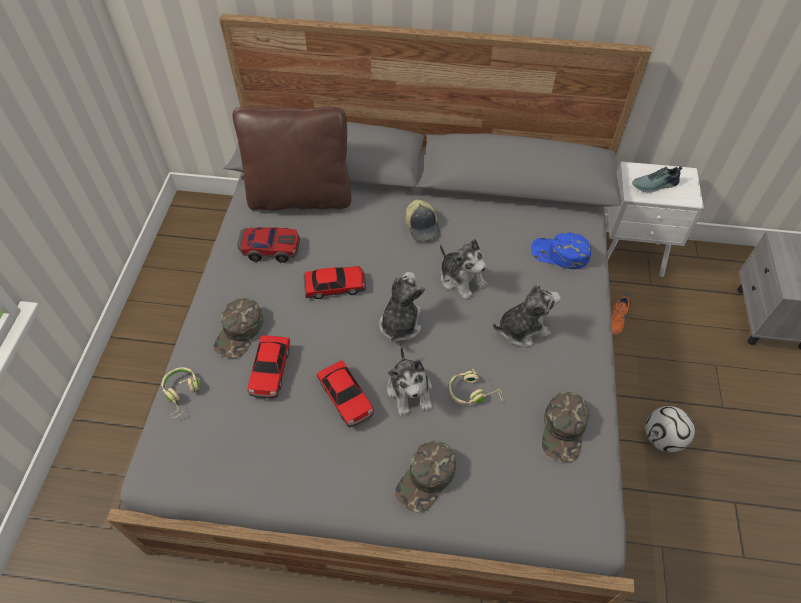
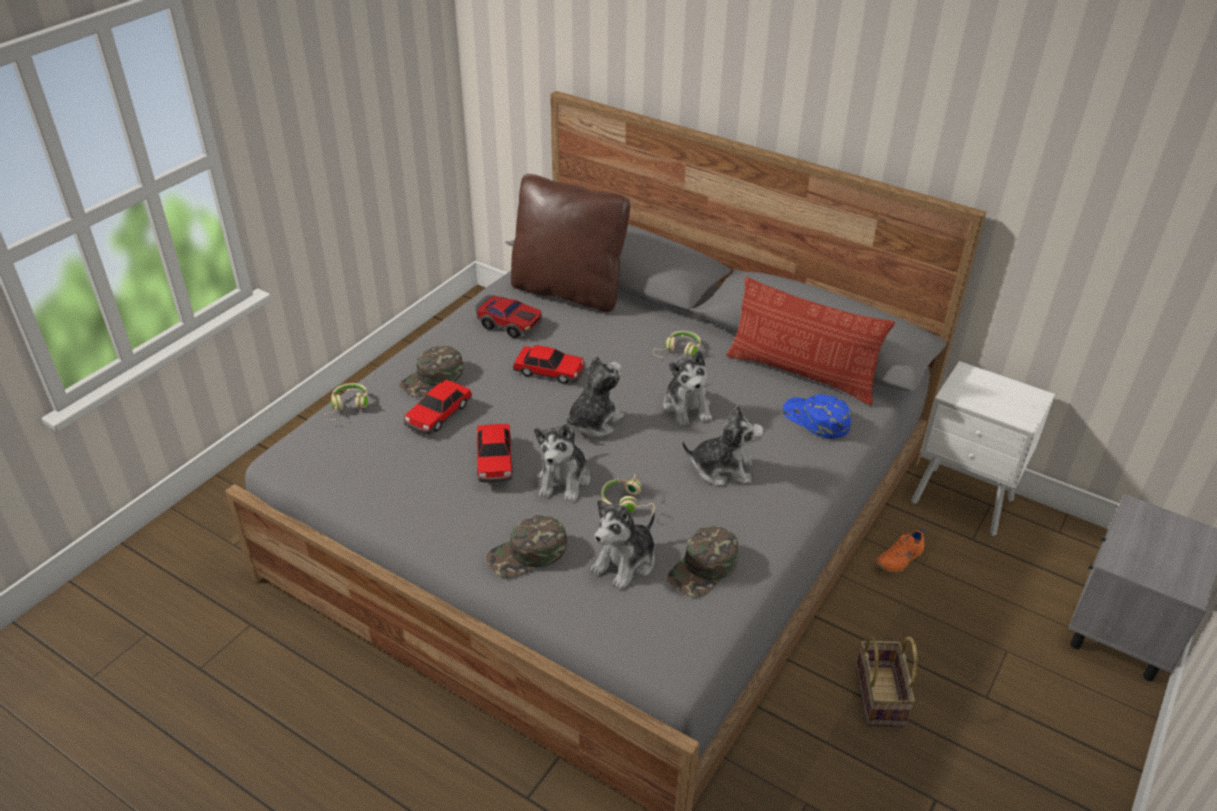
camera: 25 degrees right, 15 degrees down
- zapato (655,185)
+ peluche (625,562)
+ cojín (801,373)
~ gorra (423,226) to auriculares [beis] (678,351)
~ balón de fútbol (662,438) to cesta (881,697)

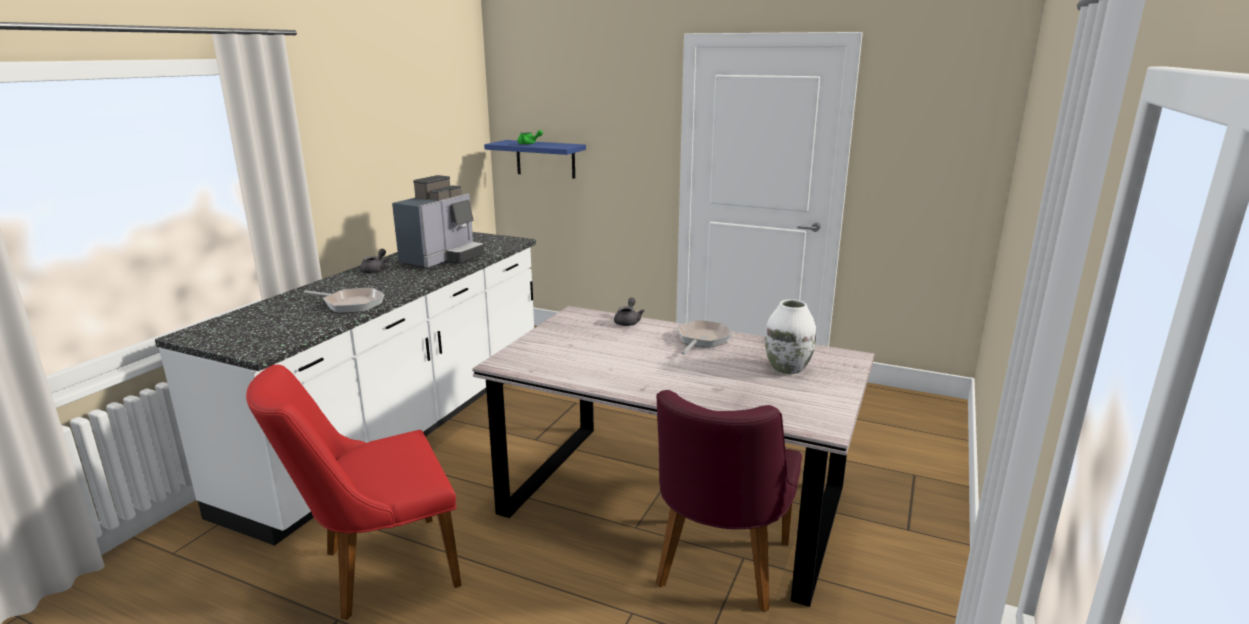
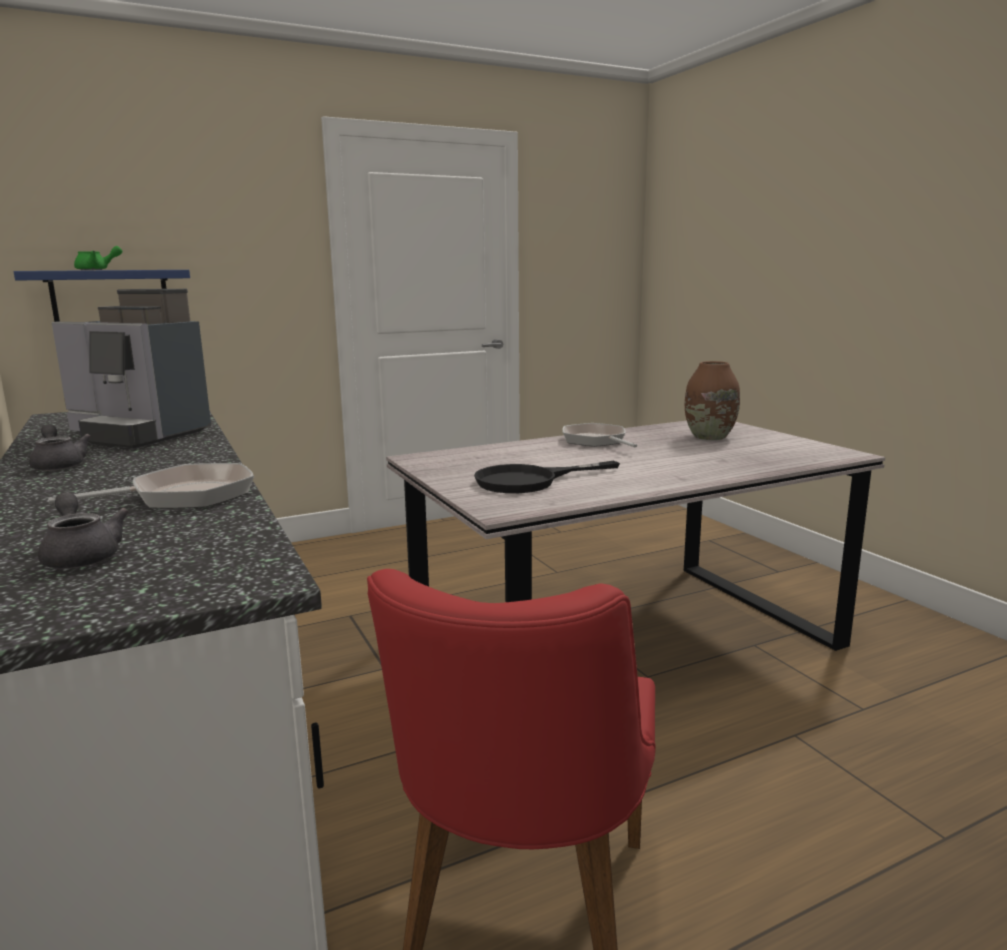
camera: 50 degrees left, 5 degrees down
- silla [morado] (718,571)
+ sartén [negro] (529,481)
~ tetera [gris] (628,321) to (82,556)
~ florero [blanco] (787,368) to florero [marrón] (709,437)
~ cafetera (443,259) = (139,435) 135 degrees clockwise

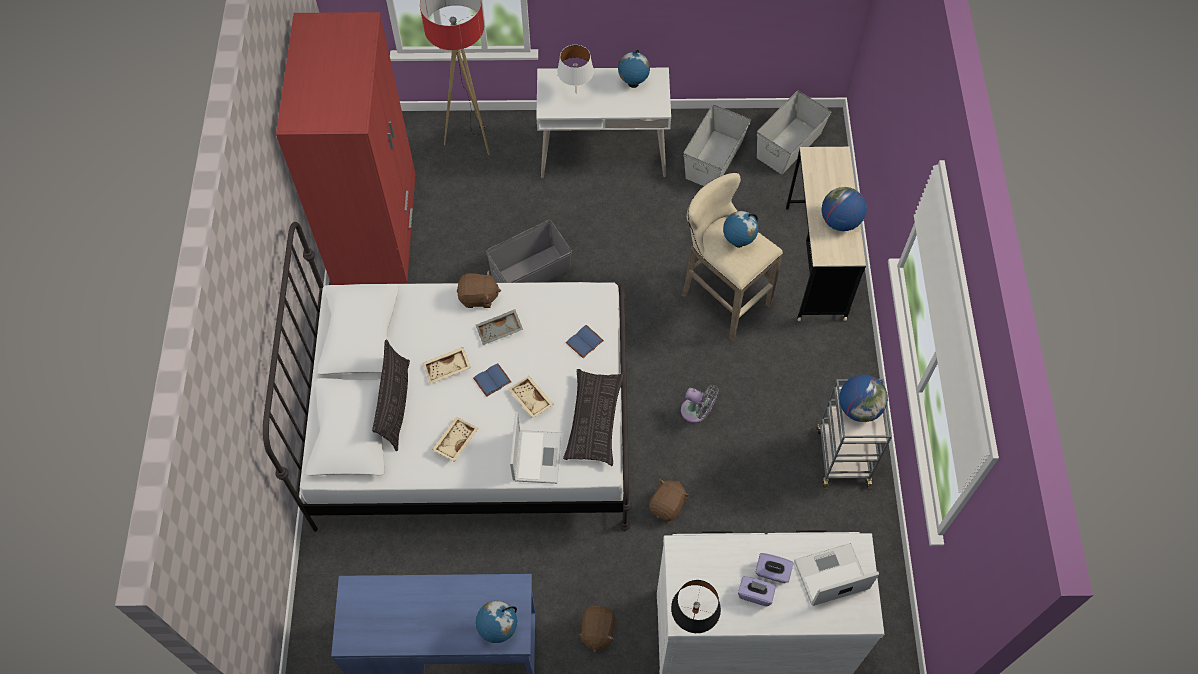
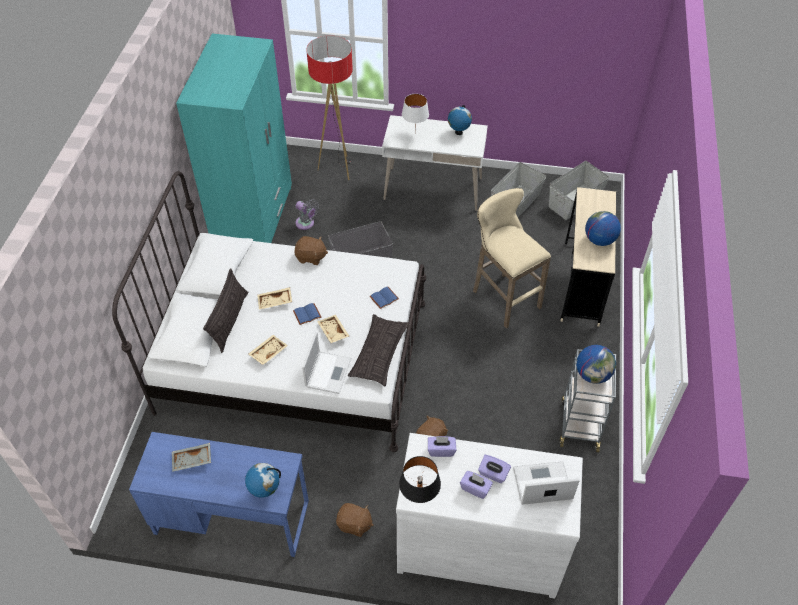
camera: 10 degrees right, 10 degrees down
- globo terráqueo (738,242)
+ caja de pañuelos [morado] (441,450)
~ bandeja [gris] (499,331) to (192,460)
~ ventilador [gris] (697,412) to (306,224)
~ armario ropero [rojo] (376,231) to armario ropero [turquesa] (254,218)
~ peluche [marrón] (597,631) = (354,524) 90 degrees counterclockwise

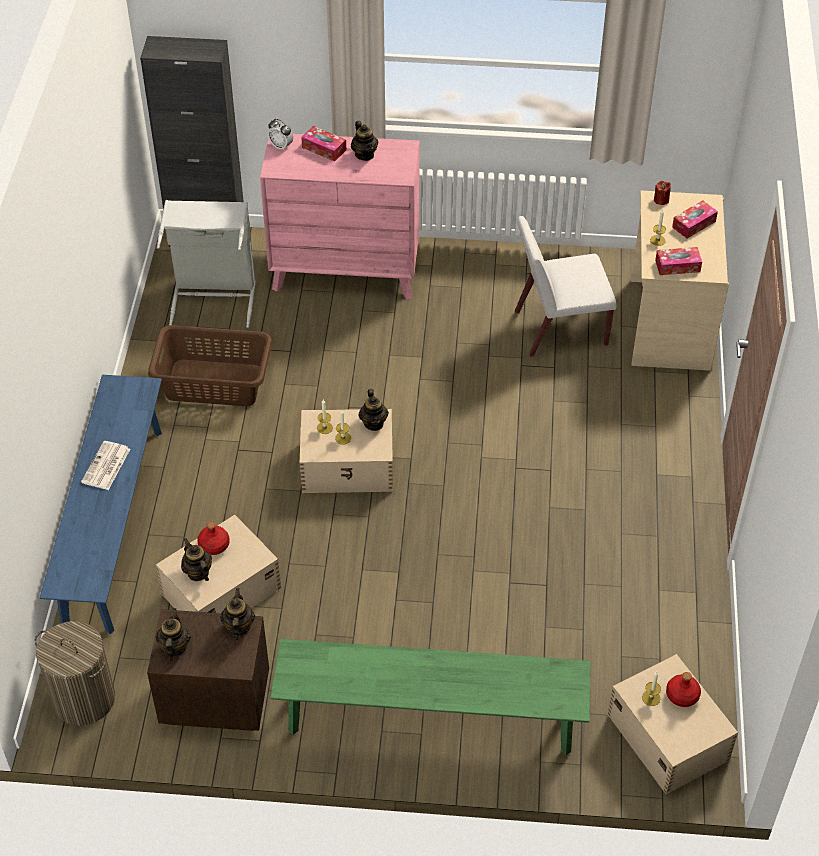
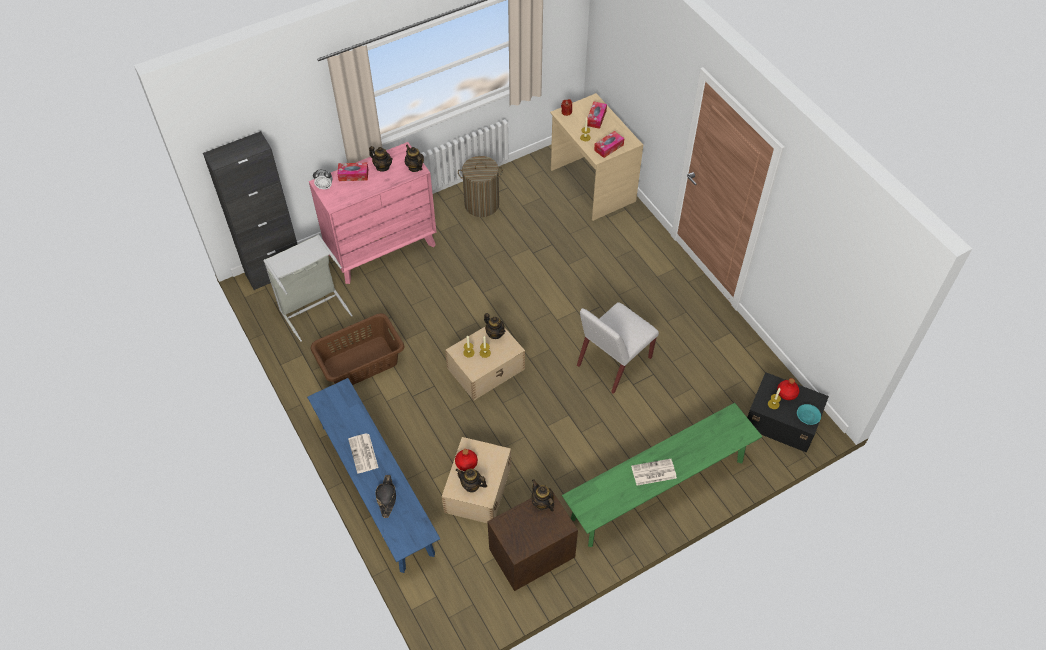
camera: 35 degrees left, 5 degrees up
+ sombrero [negro] (387,497)
+ periódico (653,472)
+ cuenco [turquesa] (807,416)
~ cesto de la ropa (83,699) to (481,204)
~ tetera (174,647) to (415,167)
~ silla [blanco] (559,328) to (613,362)
~ caja de almacenaje [beis] (667,736) to caja de almacenaje [negro] (781,420)

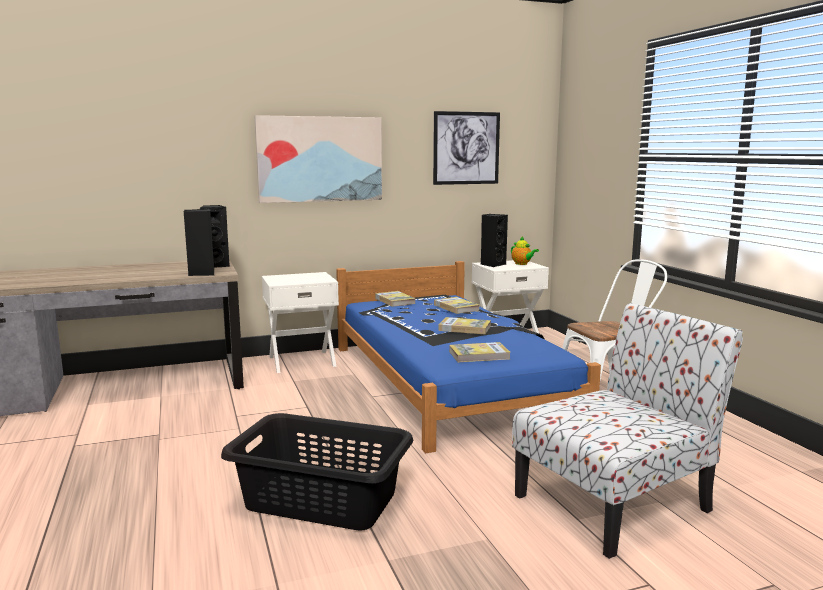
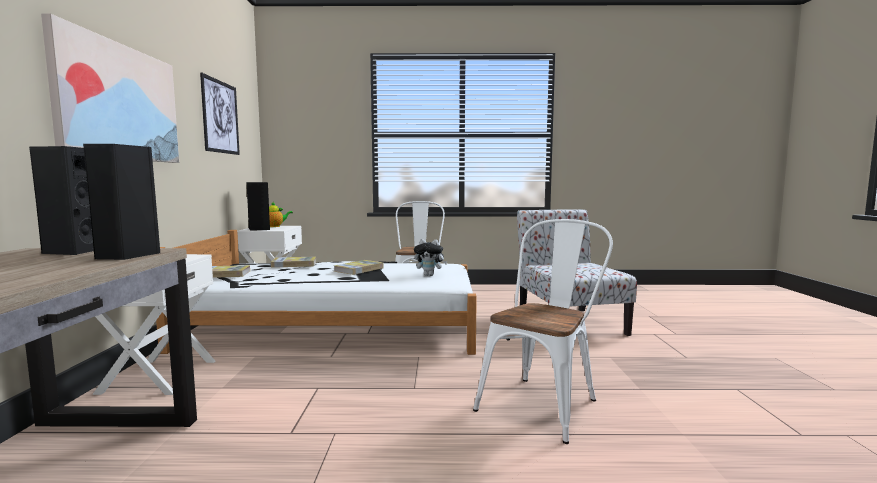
camera: 70 degrees left, 5 degrees down
~ cesto de la ropa [negro] (321,500) to silla [blanco] (544,402)
~ libro (479,355) to peluche (430,275)
~ cama [azul] (447,381) to cama [blanco] (336,327)

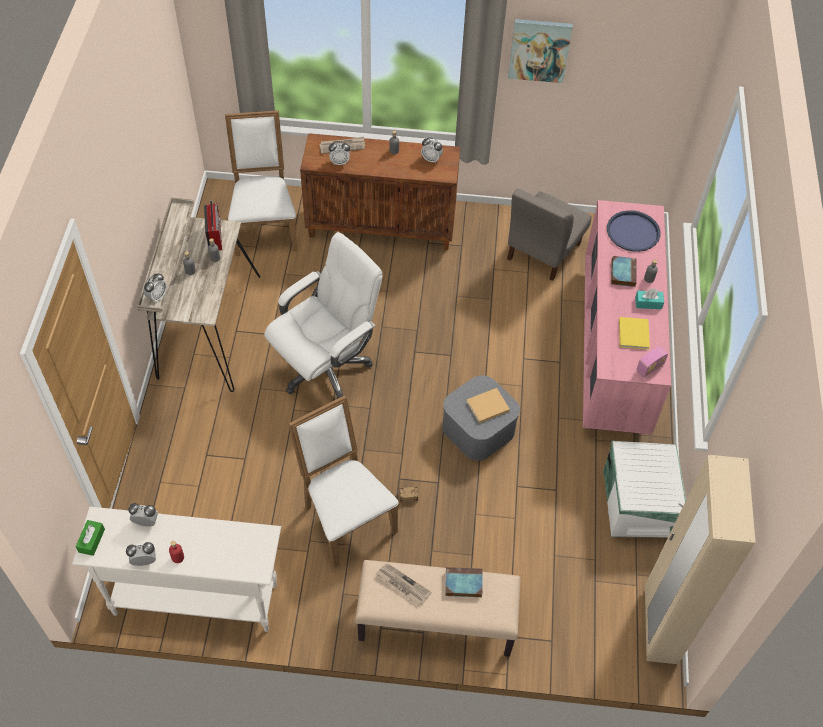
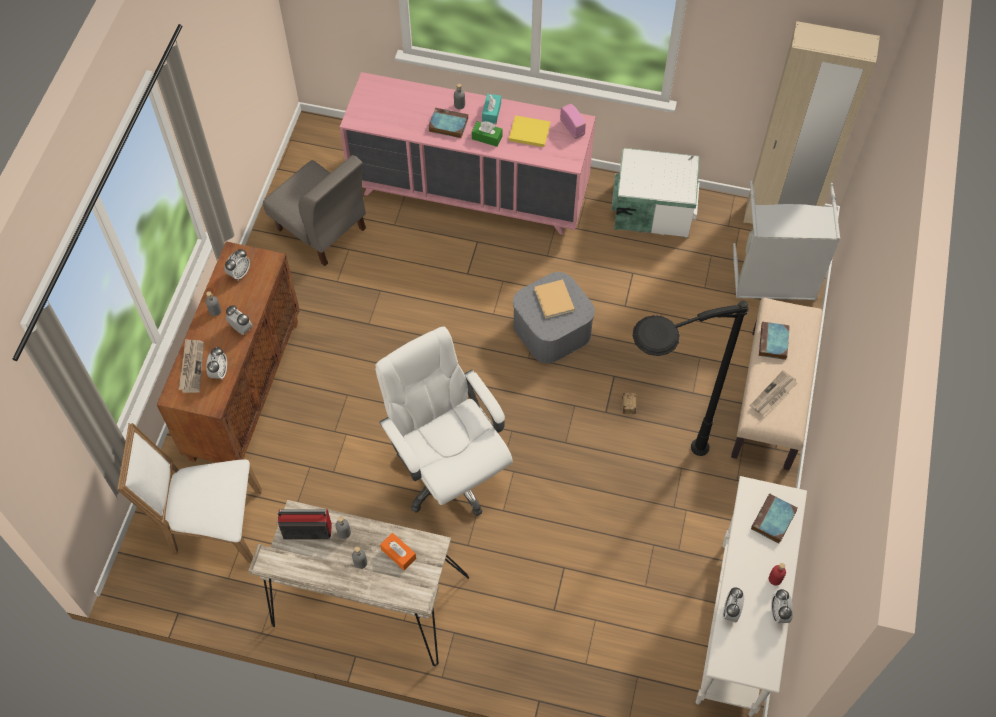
camera: 80 degrees left, 5 degrees up
- cuadro (539,50)
- bandeja [azul] (633,232)
+ caja de pañuelos [naranja] (398,554)
+ cesto de la ropa [gris] (774,281)
+ libro (773,521)
~ caja de pañuelos [verde] (91,540) to (487,137)
~ despertador (157,296) to (241,329)
~ silla [blanco] (345,517) to lámpara de pie [negro] (648,469)

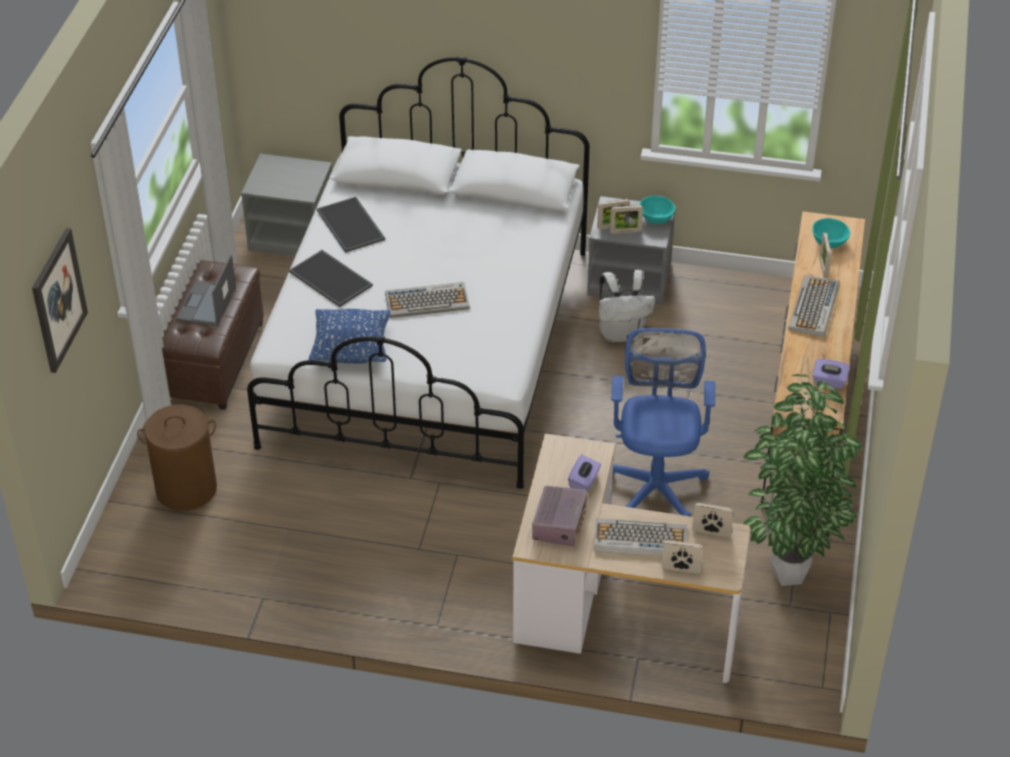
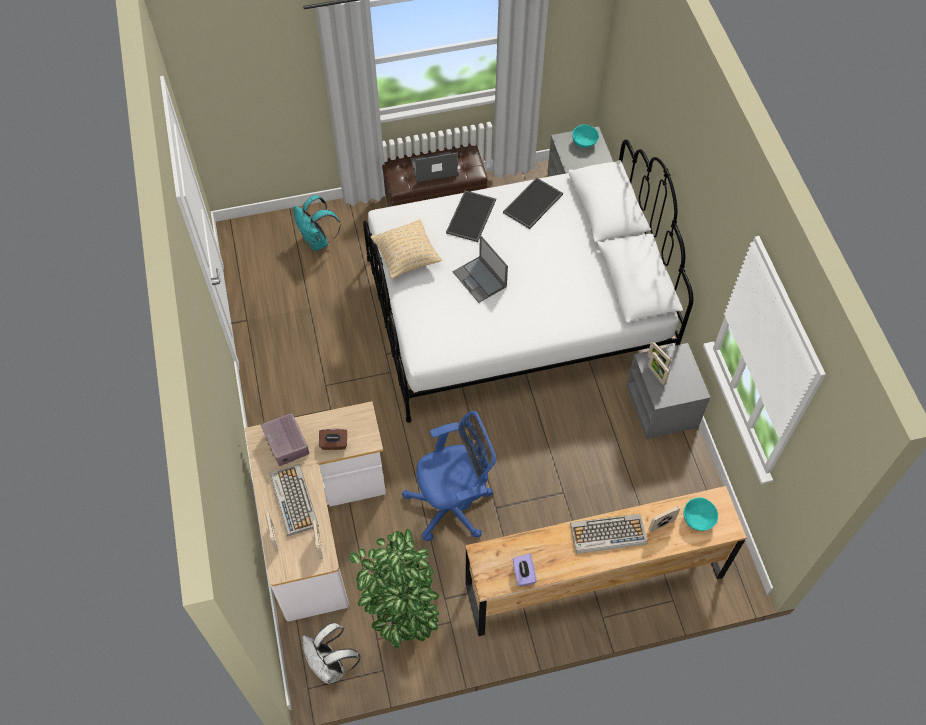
camera: 65 degrees right, 15 degrees up
- cuadro (58,300)
~ mochila [blanco] (622,333) to (331,666)
~ cuenco [turquesa] (656,218) to (584,142)
~ cesto de la ropa [marrón] (187,489) to mochila [turquesa] (317,241)
~ teclado (428,301) to portátil (480,280)
~ cojín [azul] (351,350) to cojín [beis] (406,258)
~ caja de pañuelos [morado] (584,482) to caja de pañuelos [marrón] (334,444)
~ radio (559,524) = (286,444) 75 degrees clockwise

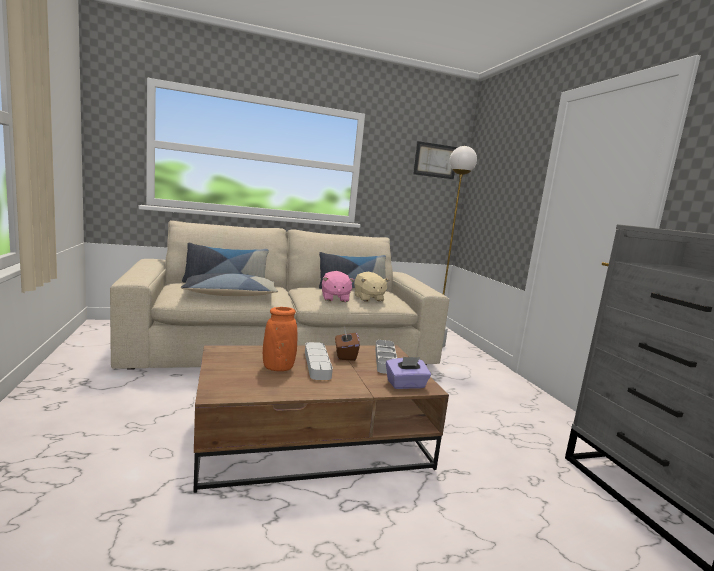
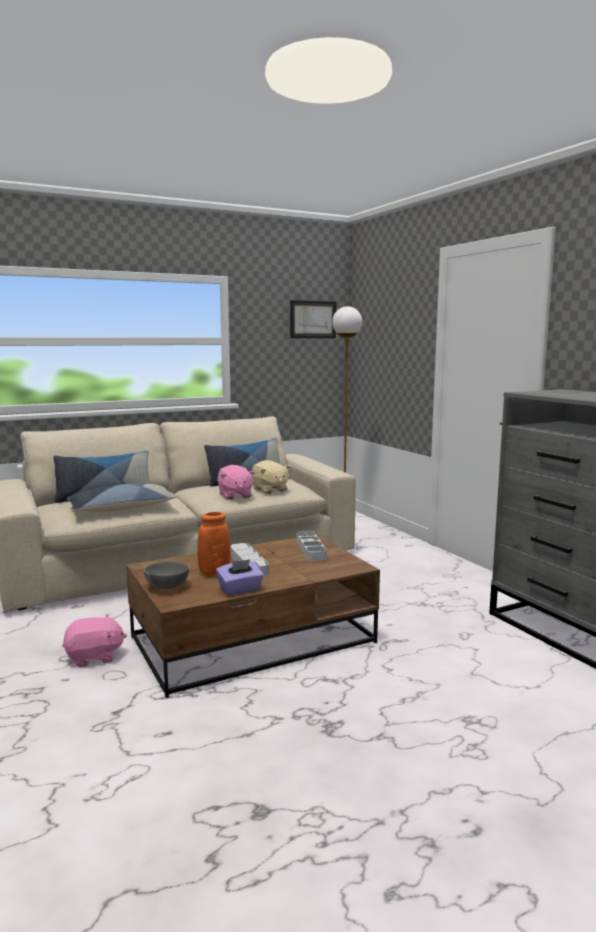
camera: 10 degrees left, 0 degrees up
- caja de pañuelos [marrón] (345,355)
+ peluche [rosa] (94,657)
+ cuenco [gris] (165,587)
~ caja de pañuelos [morado] (406,385) to (240,590)

